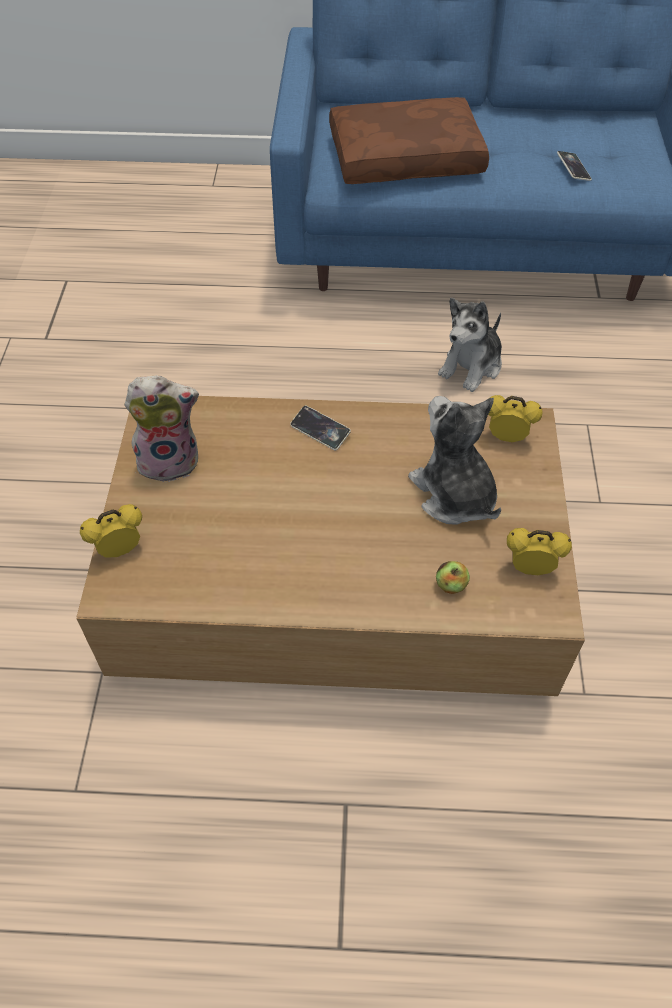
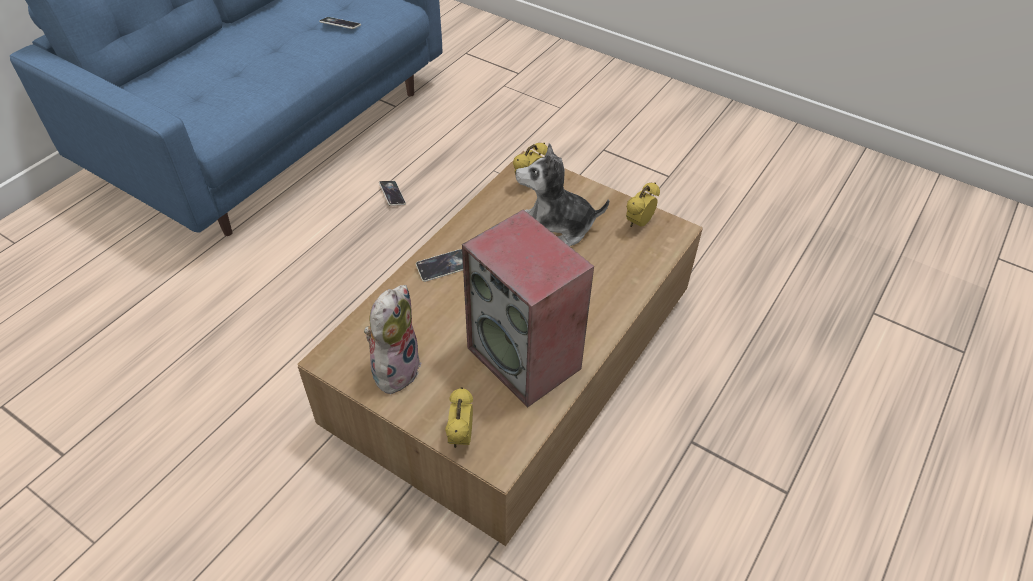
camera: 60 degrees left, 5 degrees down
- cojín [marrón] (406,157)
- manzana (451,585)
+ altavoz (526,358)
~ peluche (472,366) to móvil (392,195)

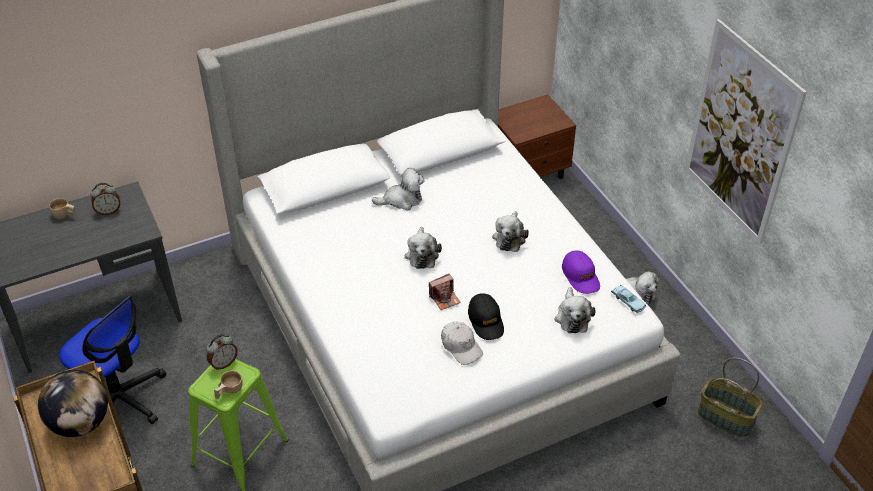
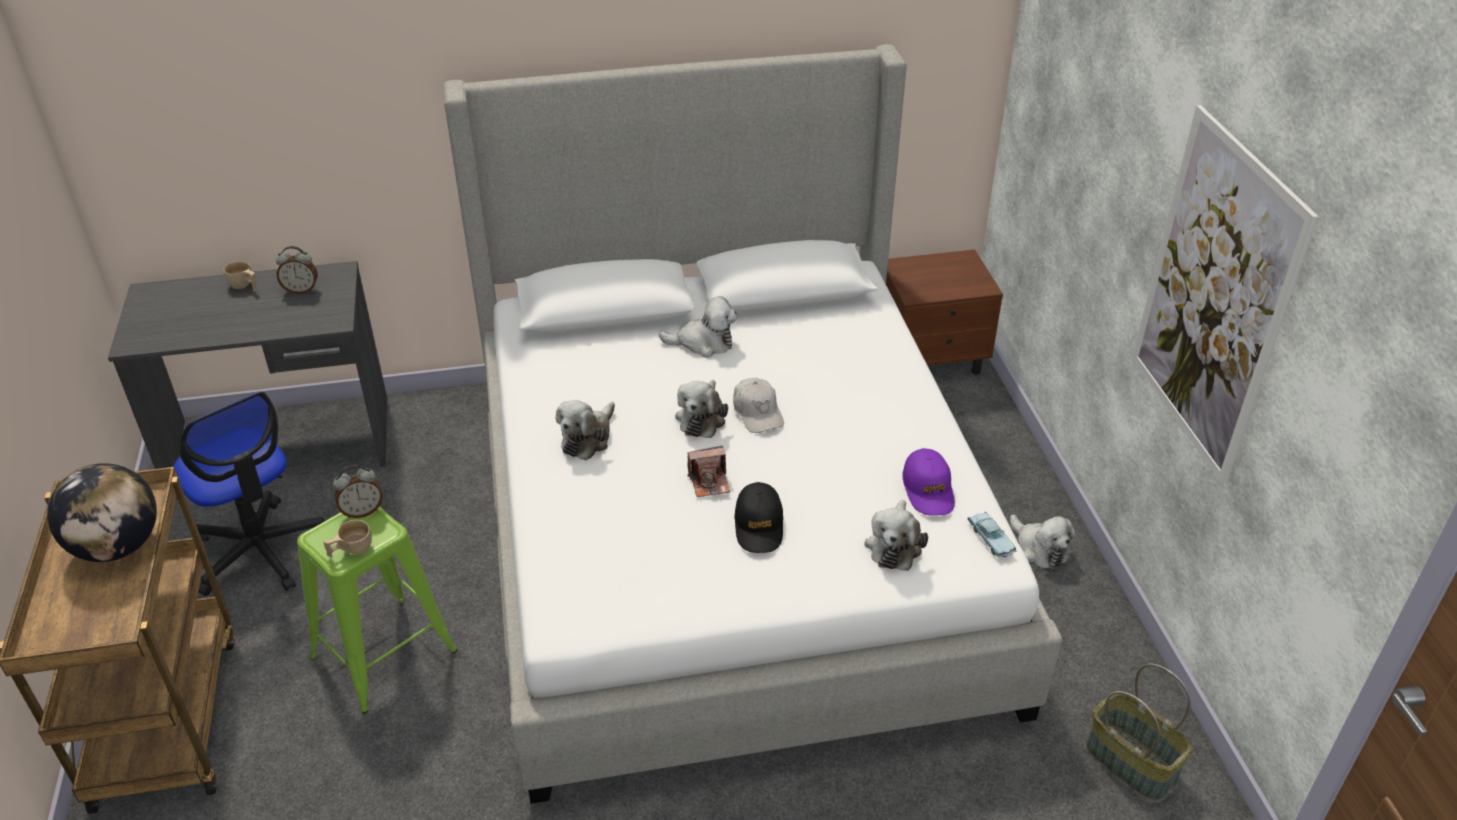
camera: 15 degrees right, 5 degrees down
~ gorra [blanco] (461,346) to (758,412)
~ peluche (509,237) to (588,438)

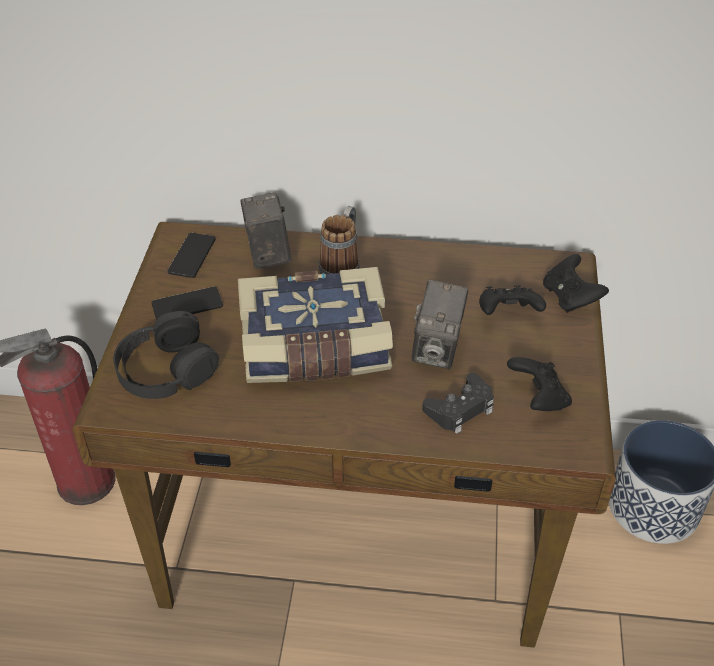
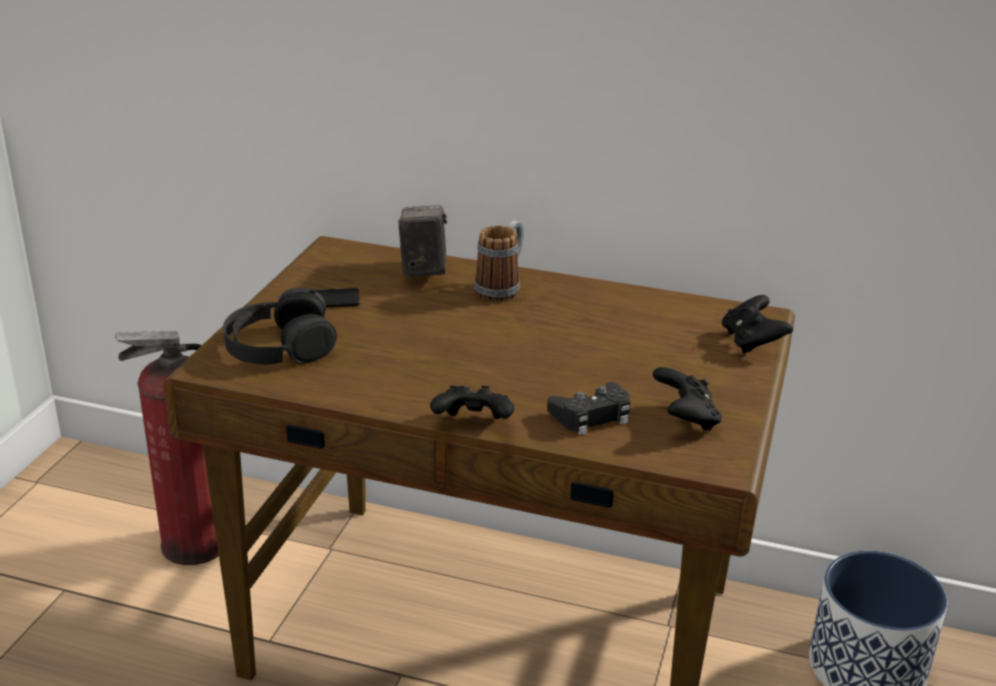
camera: 10 degrees right, 15 degrees down
- móvil (192,256)
- libro (315,348)
- cámara (437,349)
~ mando de consola [negro] (508,314) to (473,425)

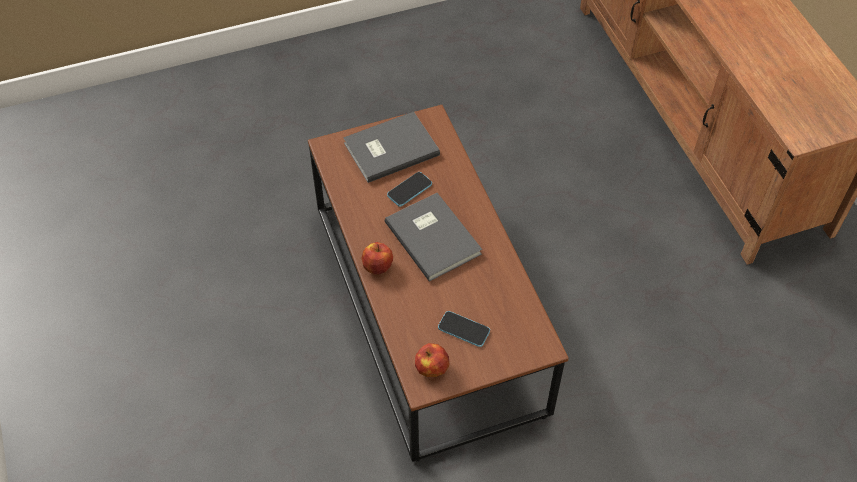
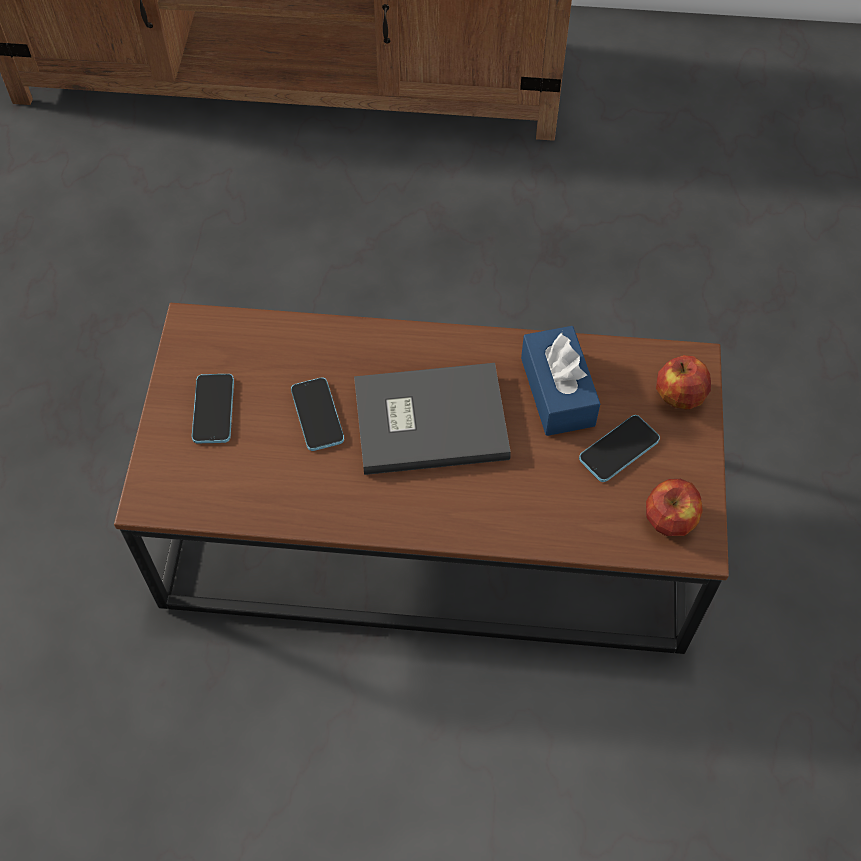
camera: 65 degrees left, 5 degrees up
+ caja de pañuelos [azul] (557,391)
~ manzana (377,266) to (679,396)
~ libro [gris] (389,148) to móvil (213,409)

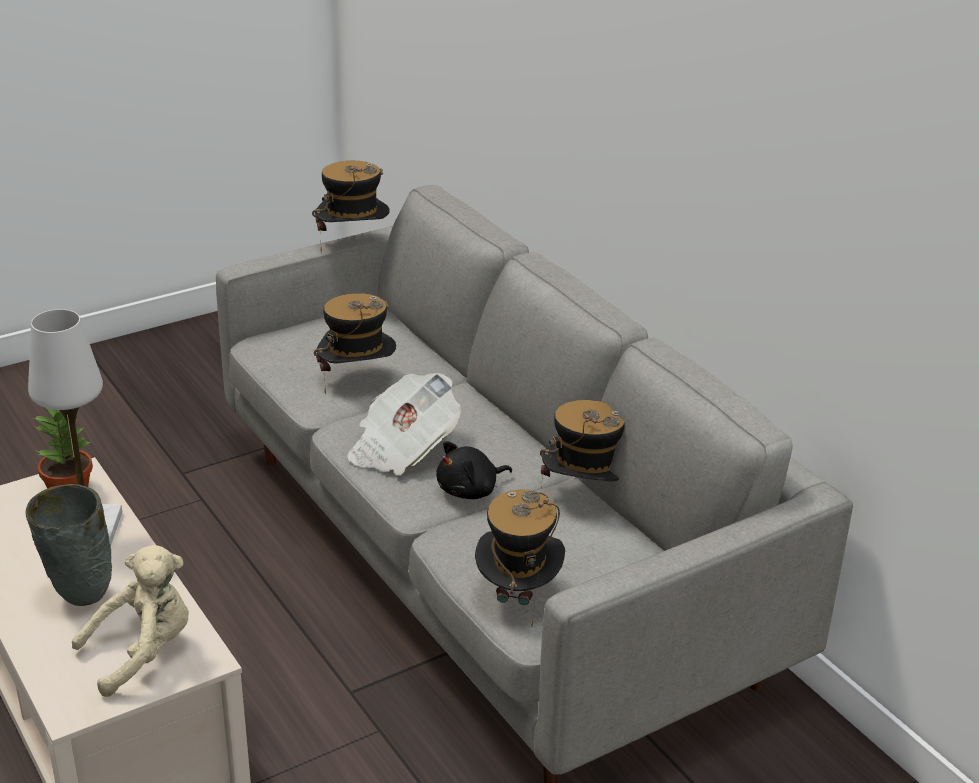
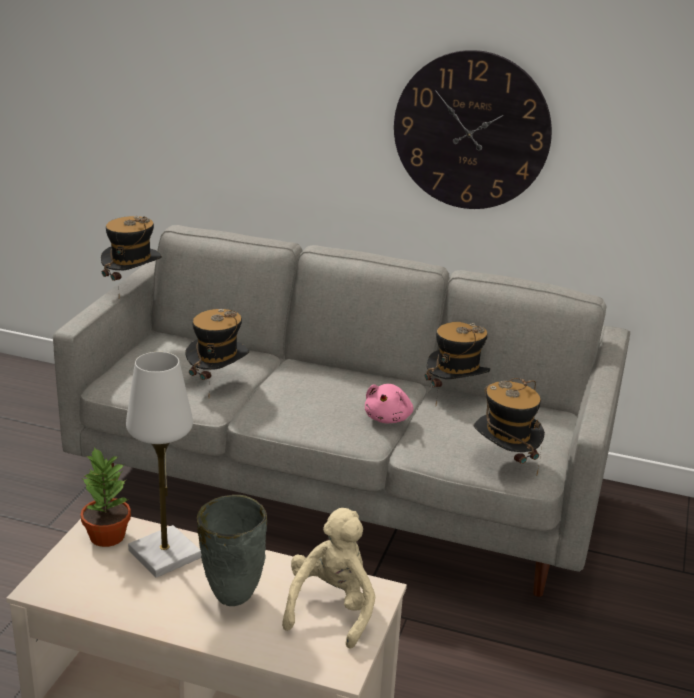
camera: 40 degrees left, 5 degrees down
- periódico (402,449)
+ reloj de pared (471,131)
~ peluche [negro] (470,490) to peluche [rosa] (388,418)

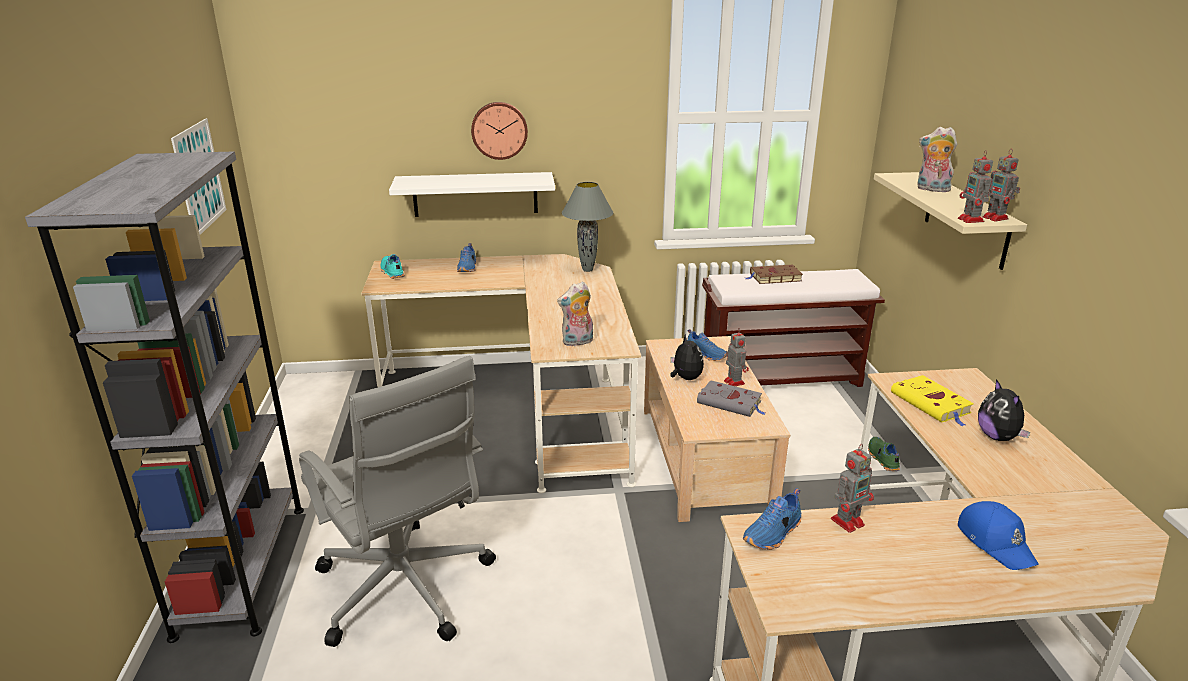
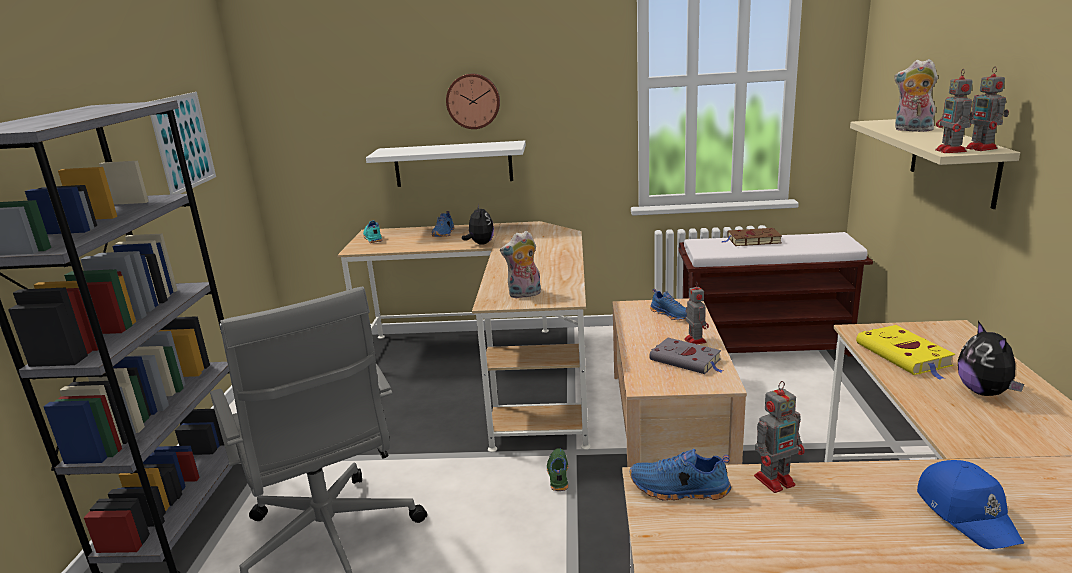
camera: 10 degrees right, 5 degrees down
- lámpara de mesa [gris] (587,270)
~ peluche (685,378) to (480,244)
~ zapato [verde] (882,459) to (557,475)
~ zapato [azul] (773,534) = (679,490) 45 degrees clockwise

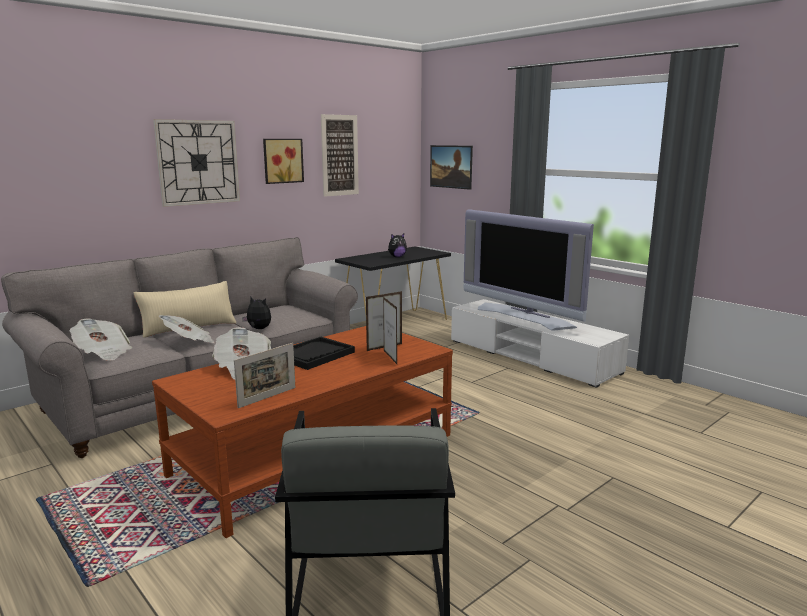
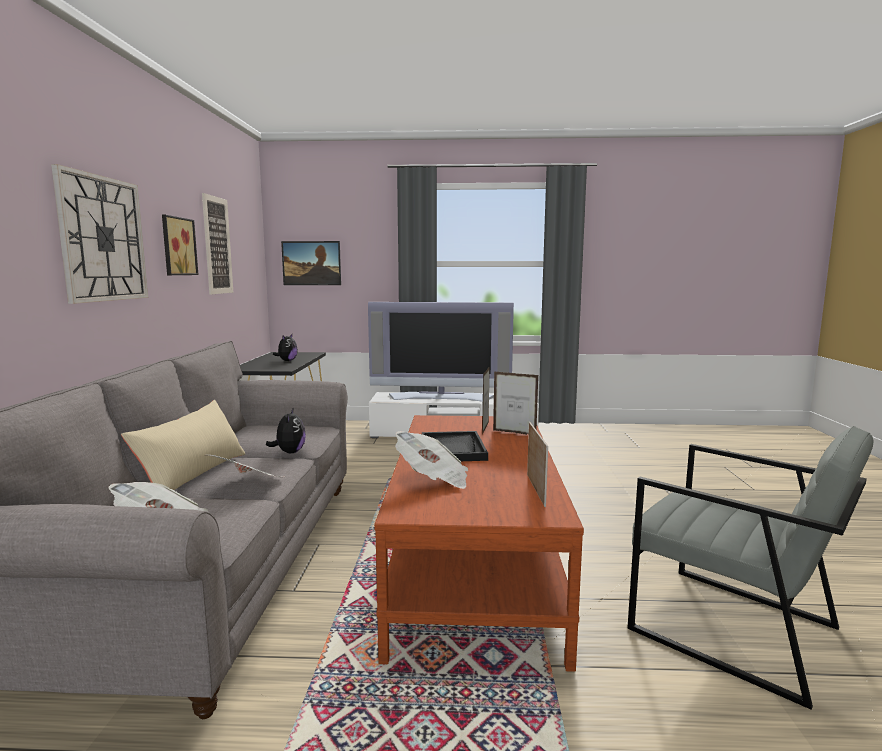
camera: 45 degrees left, 5 degrees down
~ peluche (258,329) = (289,452) 105 degrees clockwise

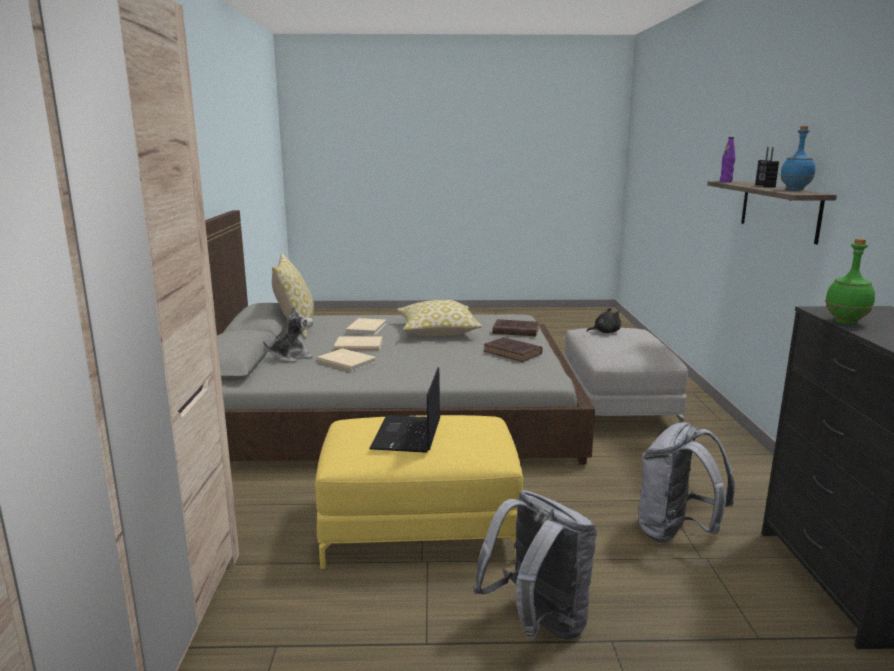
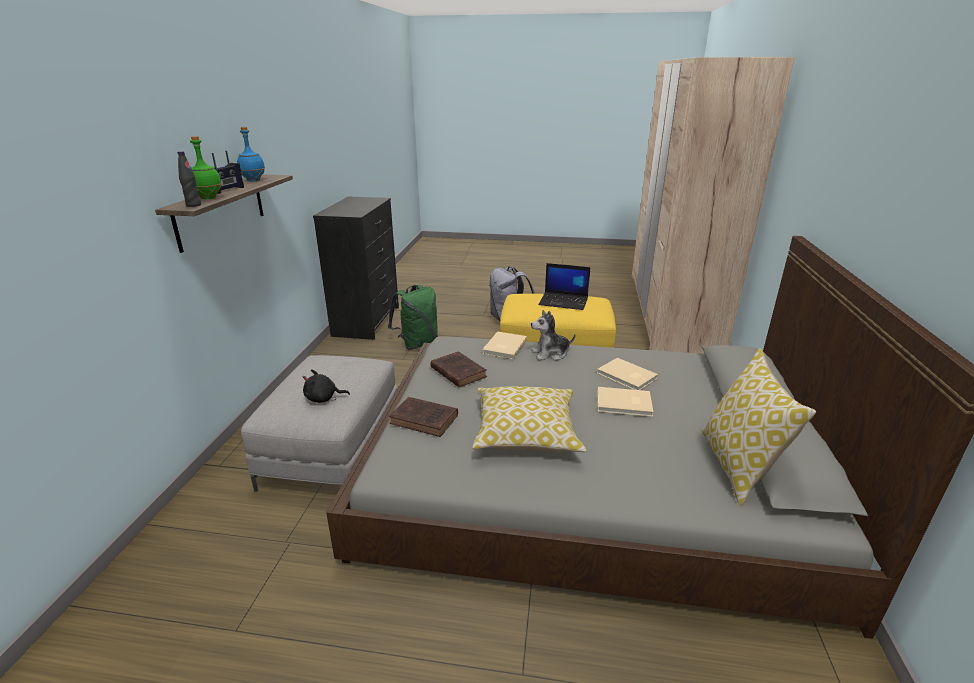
camera: 170 degrees left, 10 degrees up
~ peluche (292,357) to (550,354)
~ libro [beis] (367,328) to (503,347)
~ botella [verde] (846,322) to (208,198)
~ mochila [gris] (676,533) to mochila [verde] (417,343)
~ botella [morado] (726,181) to botella [negro] (193,205)
~ portátil (407,435) = (564,301) 90 degrees clockwise

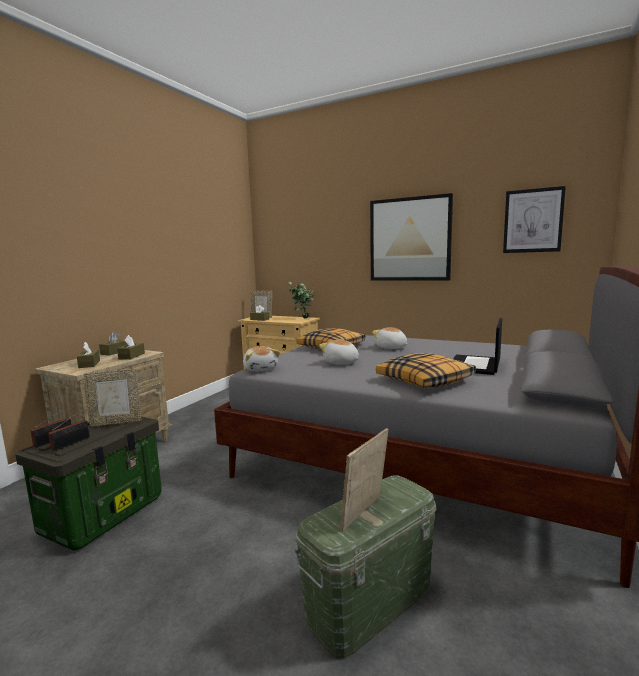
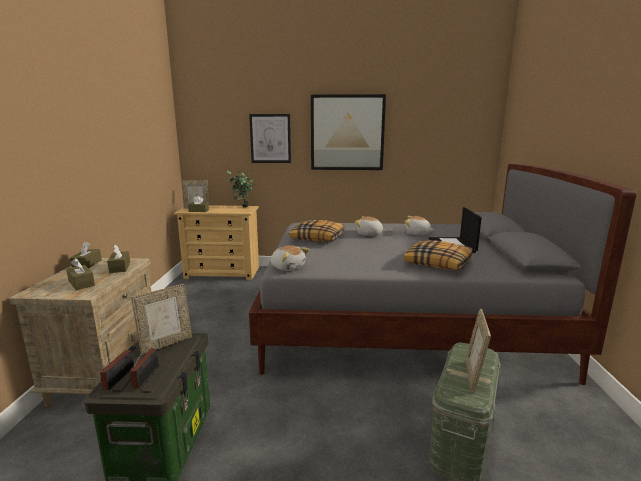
camera: 25 degrees left, 5 degrees up
~ peluche (341,363) to (417,234)
~ cuadro (533,221) to (270,138)

